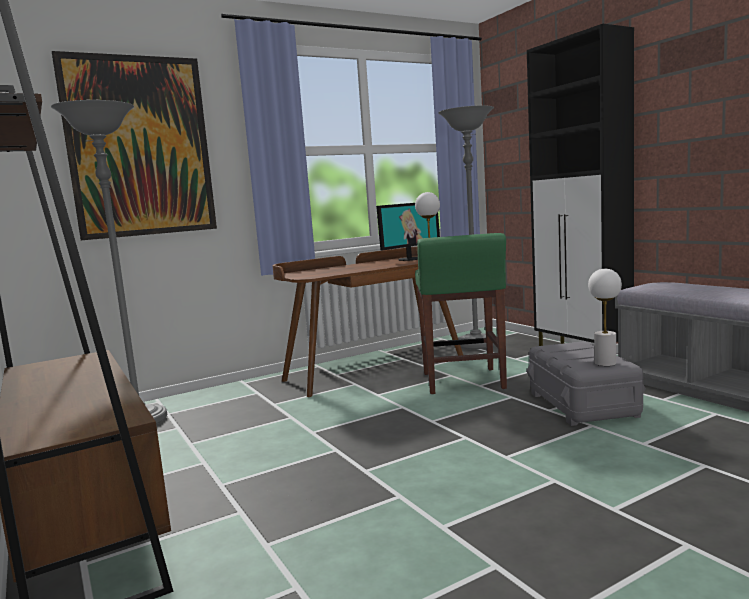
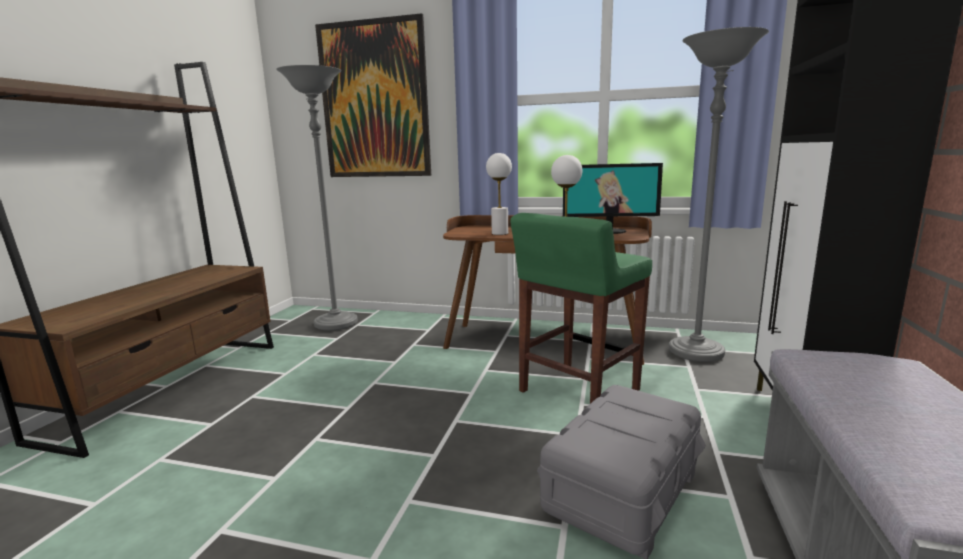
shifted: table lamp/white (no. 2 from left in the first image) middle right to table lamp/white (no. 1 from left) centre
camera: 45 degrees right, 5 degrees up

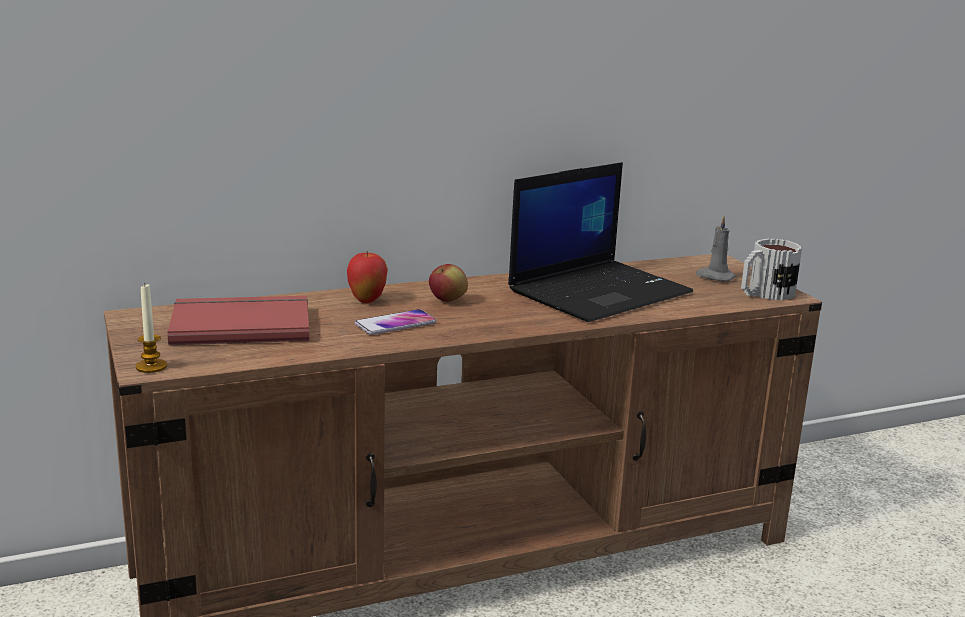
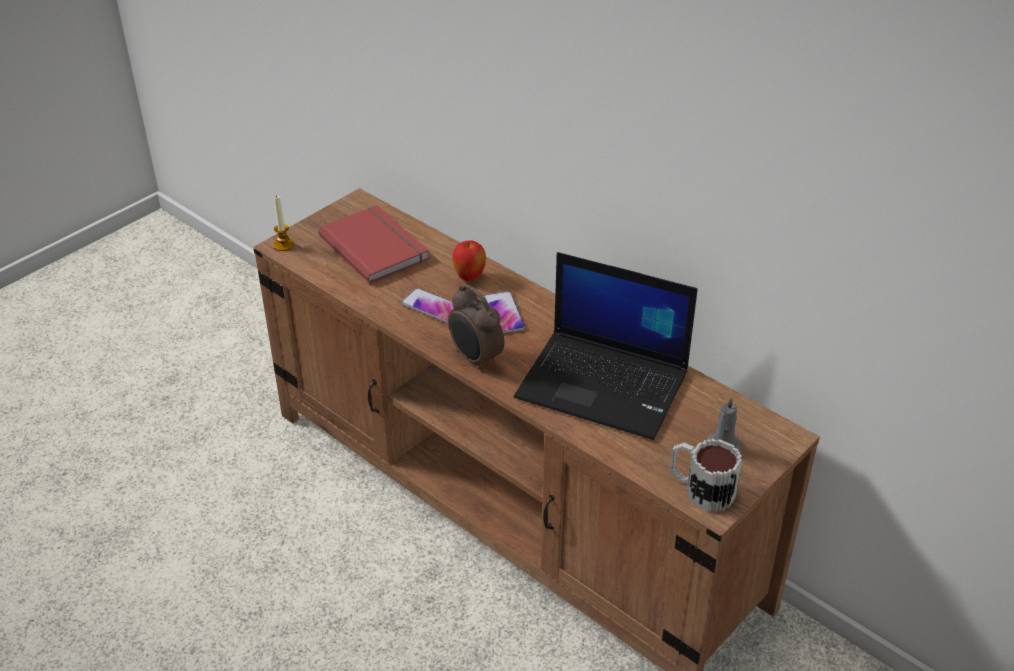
new: table clock centre
swapped: apple fruit (no. 2 from left) centre to phone (no. 2 from left) centre
camera: 65 degrees right, 20 degrees up

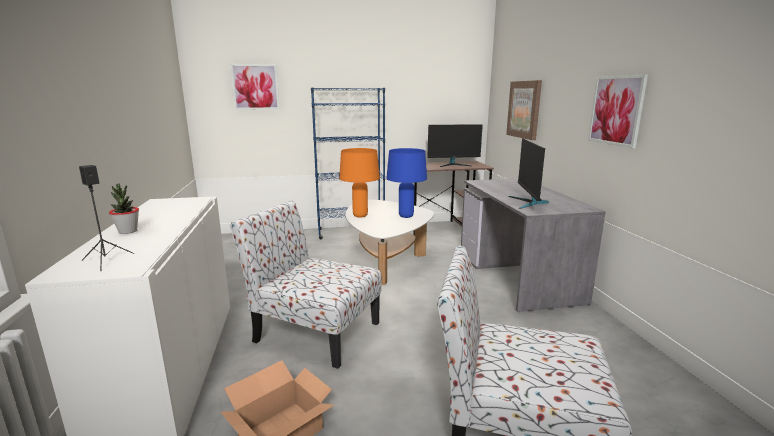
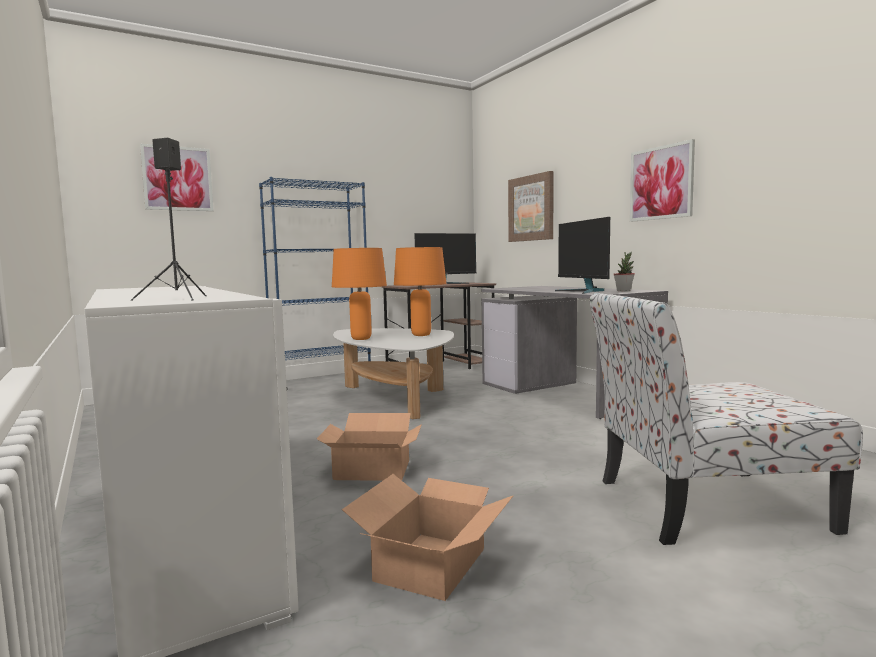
shifted: houseplant middle left to middle right
swapped: plain chair (no. 1 from left) centre to carton (no. 1 from left) bottom centre
repainted: table lamp/blue-coloured centre to table lamp/orange (no. 2 from left) centre
camera: 20 degrees left, 10 degrees down

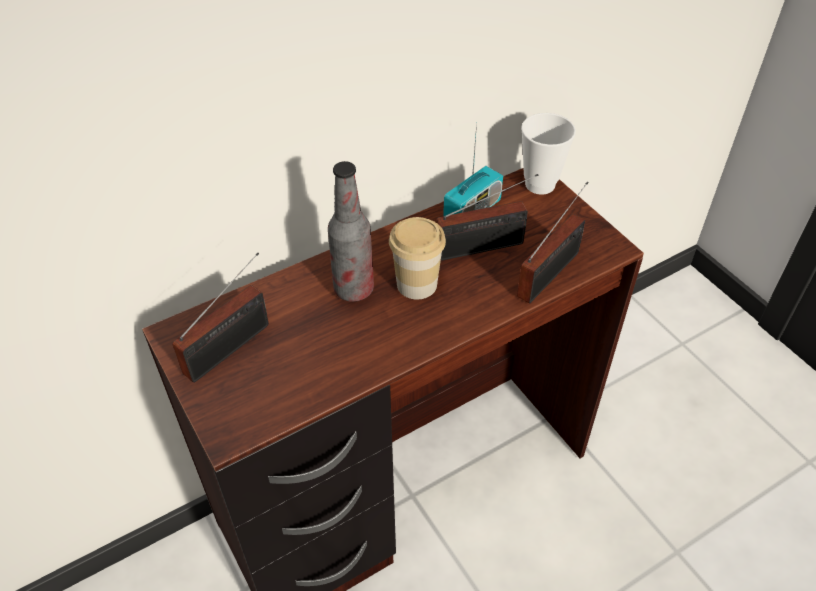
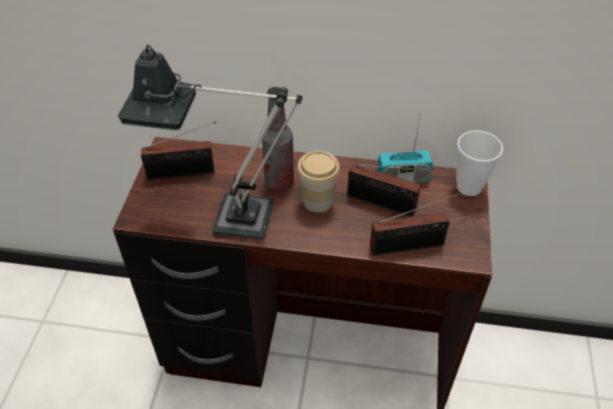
new: table lamp centre
camera: 40 degrees right, 0 degrees up

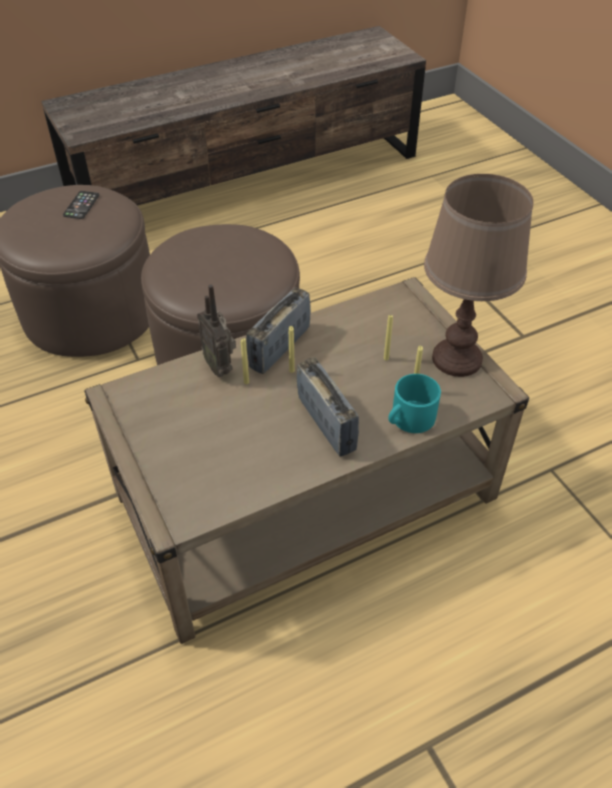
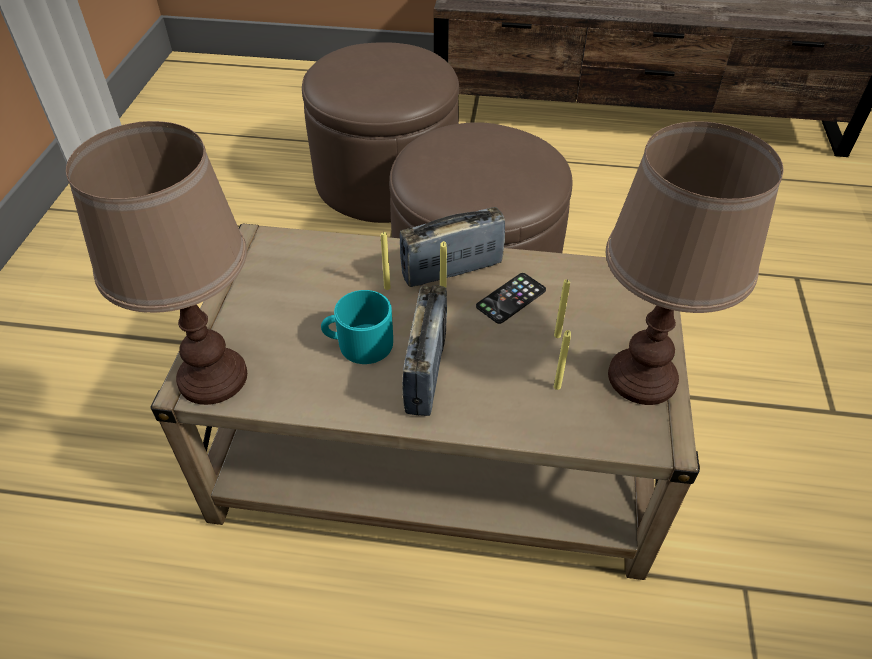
gone: radio receiver (no. 1 from left) centre
new: table lamp/brown (no. 1 from left) middle left
shifted: phone top left to centre; mug/turquoise-coloured middle right to centre
camera: 35 degrees right, 0 degrees up

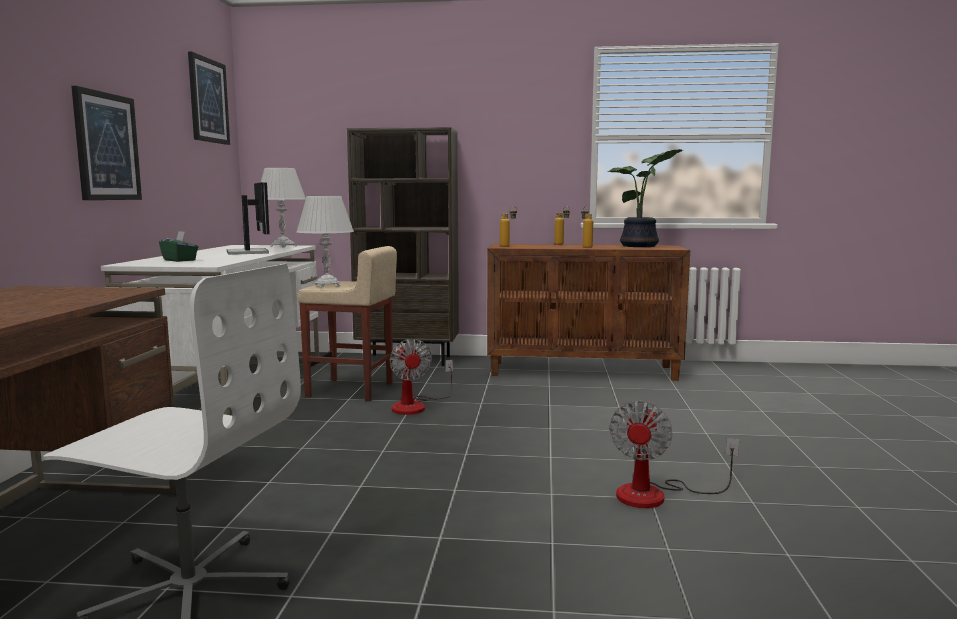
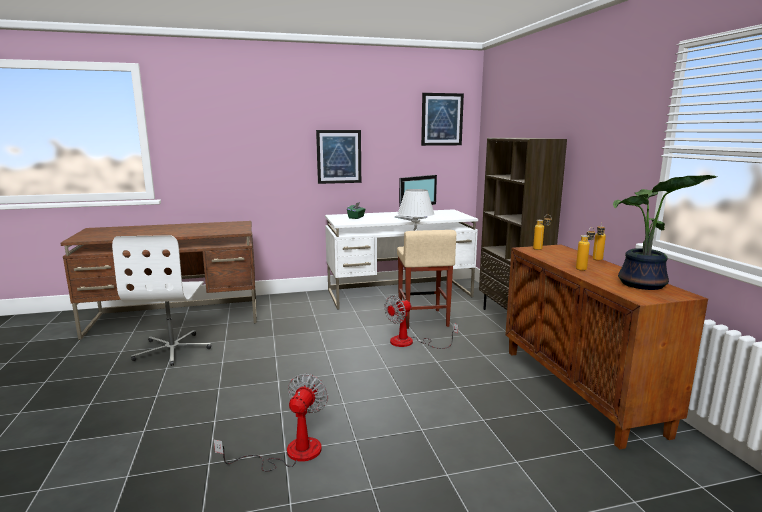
gone: table lamp/white (no. 1 from left) middle left
rotated: cooling fan (no. 2 from left in the first image) bottom right = bottom centre 105 degrees clockwise
camera: 70 degrees right, 5 degrees up

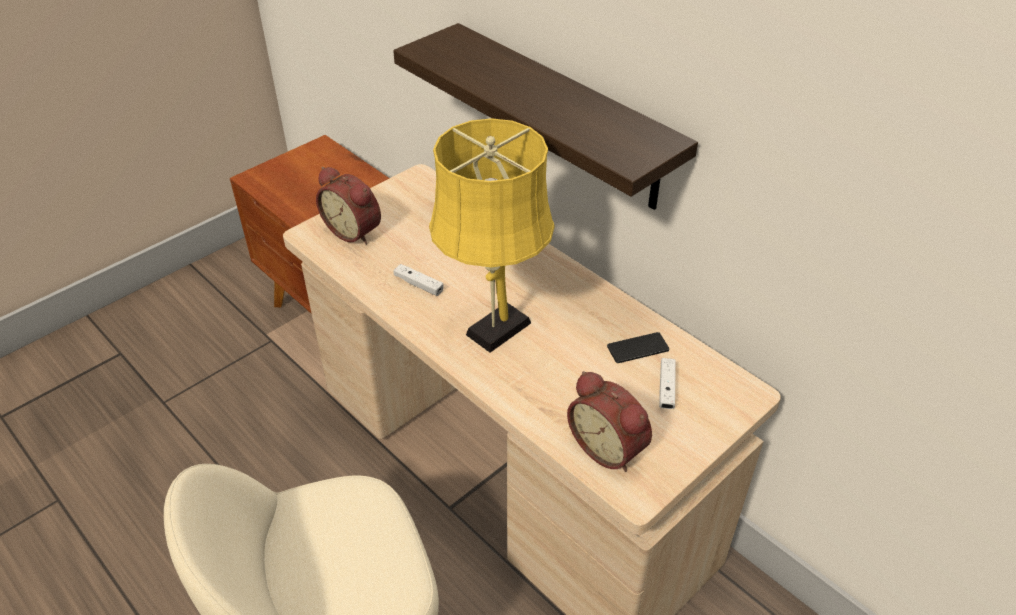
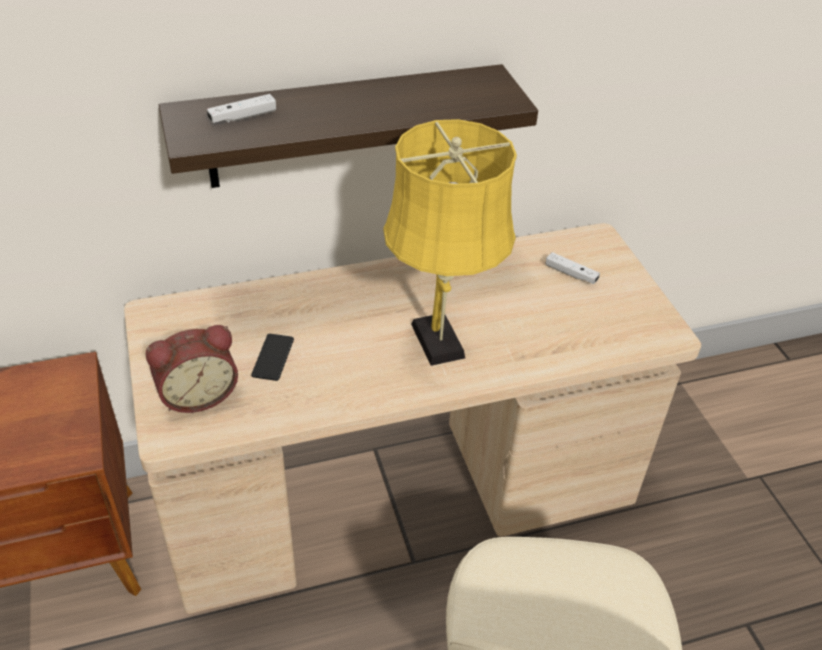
gone: table clock (no. 2 from left) bottom centre
shifted: gamepad/white (no. 1 from left) centre to top left; phone centre to middle left
camera: 65 degrees left, 0 degrees up

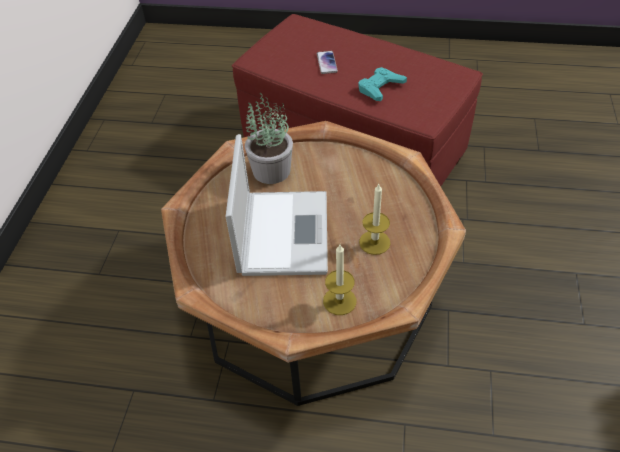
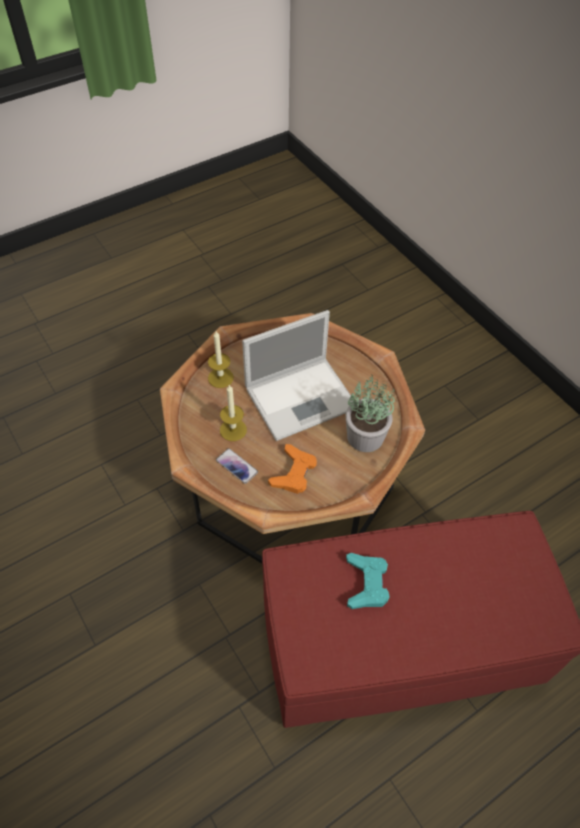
new: gamepad/orange centre
shifted: phone top centre to centre
rotated: notebook computer centre = centre 75 degrees counterclockwise
camera: 135 degrees right, 5 degrees up

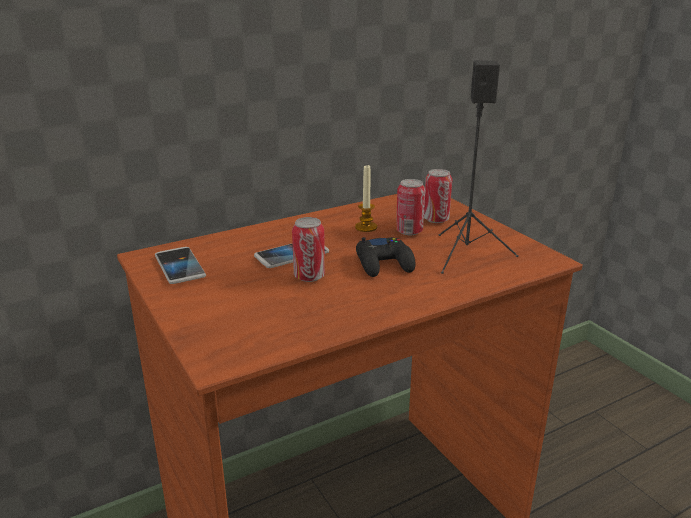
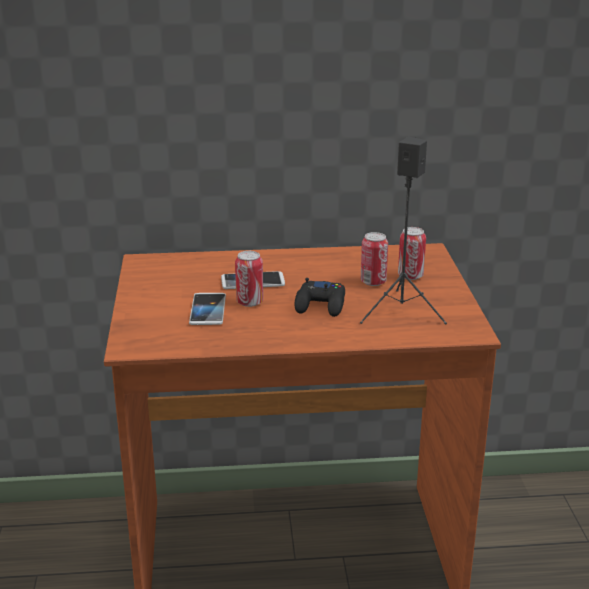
gone: wax light centre
shifted: phone (no. 1 from left) middle left to centre
camera: 25 degrees right, 0 degrees up

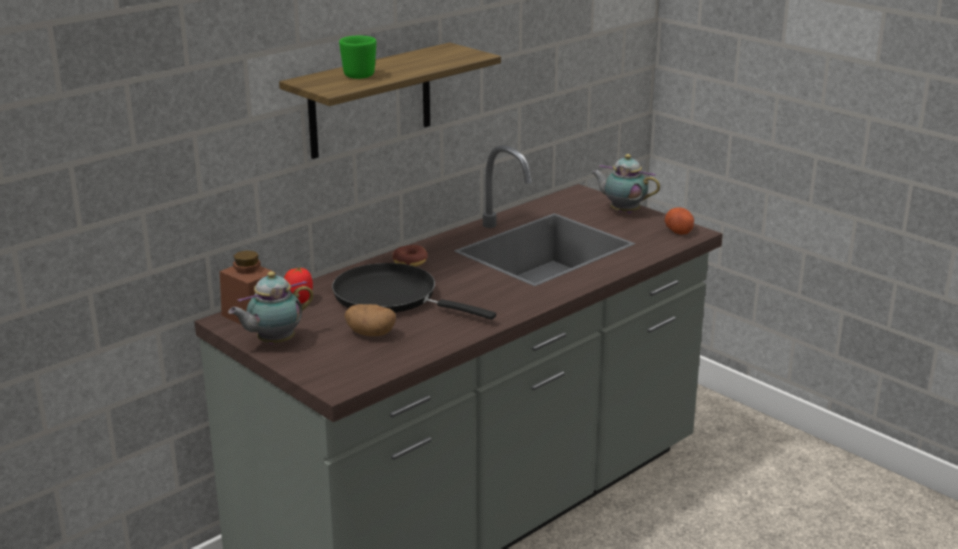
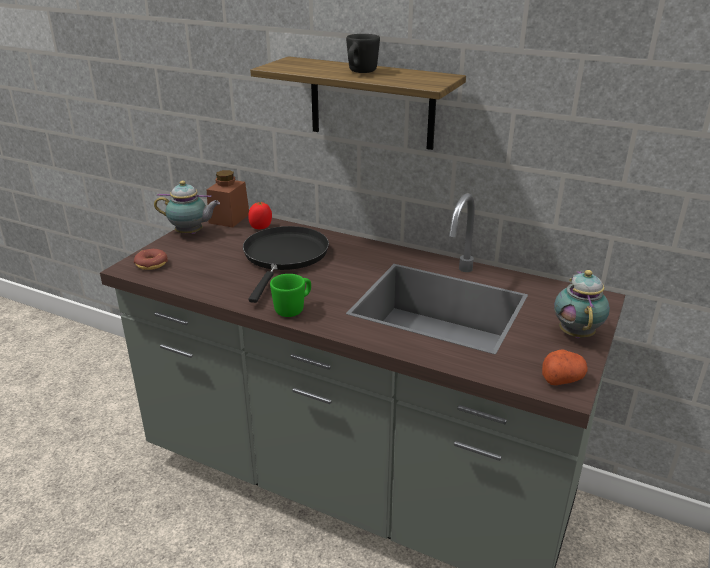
gone: potato (no. 1 from left) centre
new: mug/black top centre
shifted: mug/greenish top centre to centre; ring doughnut centre to middle left
rotated: pot for tea (no. 1 from left) middle left = middle left 150 degrees clockwise
camera: 70 degrees right, 5 degrees up

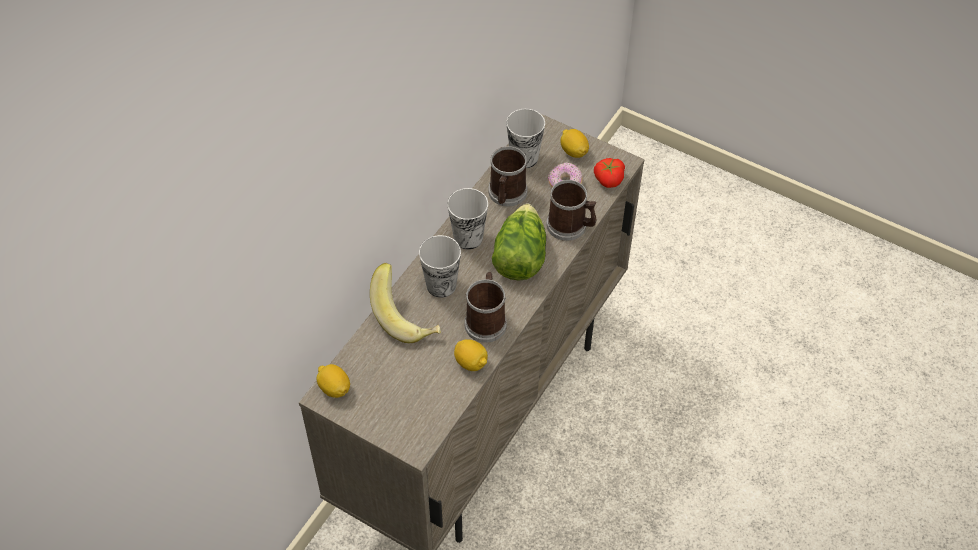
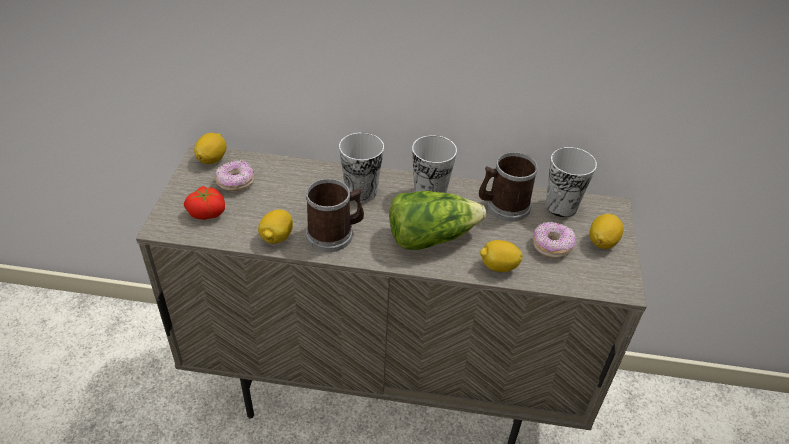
gone: banana fruit centre
new: ring doughnut (no. 1 from left) middle left
shifted: fresh tomato top centre to middle left
swapped: mug (no. 3 from left) centre to lemon (no. 3 from left) centre
camera: 65 degrees right, 10 degrees down

